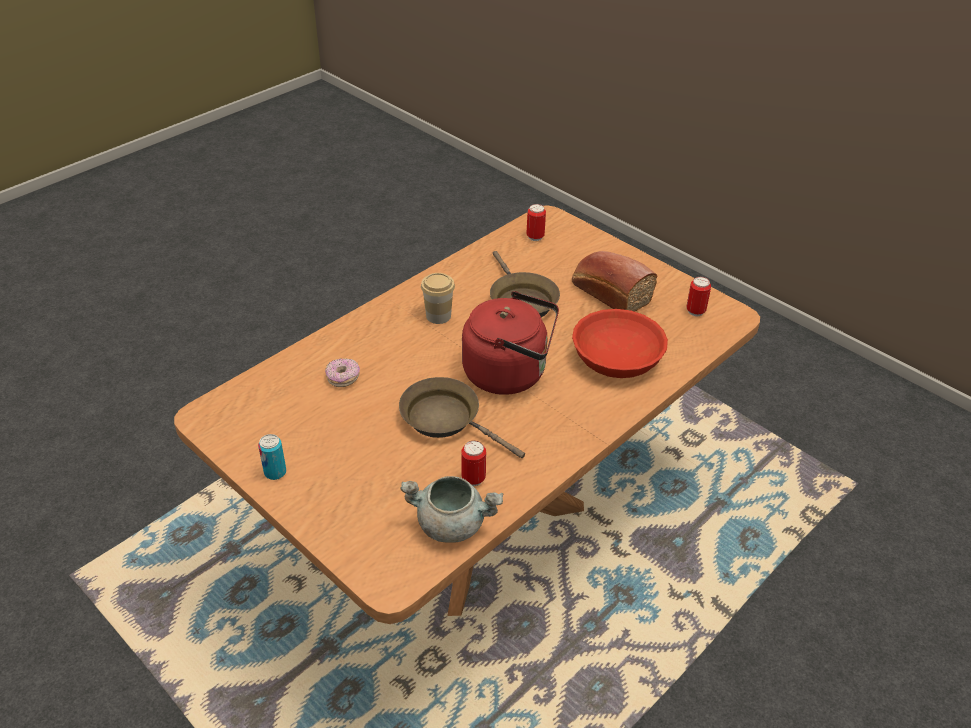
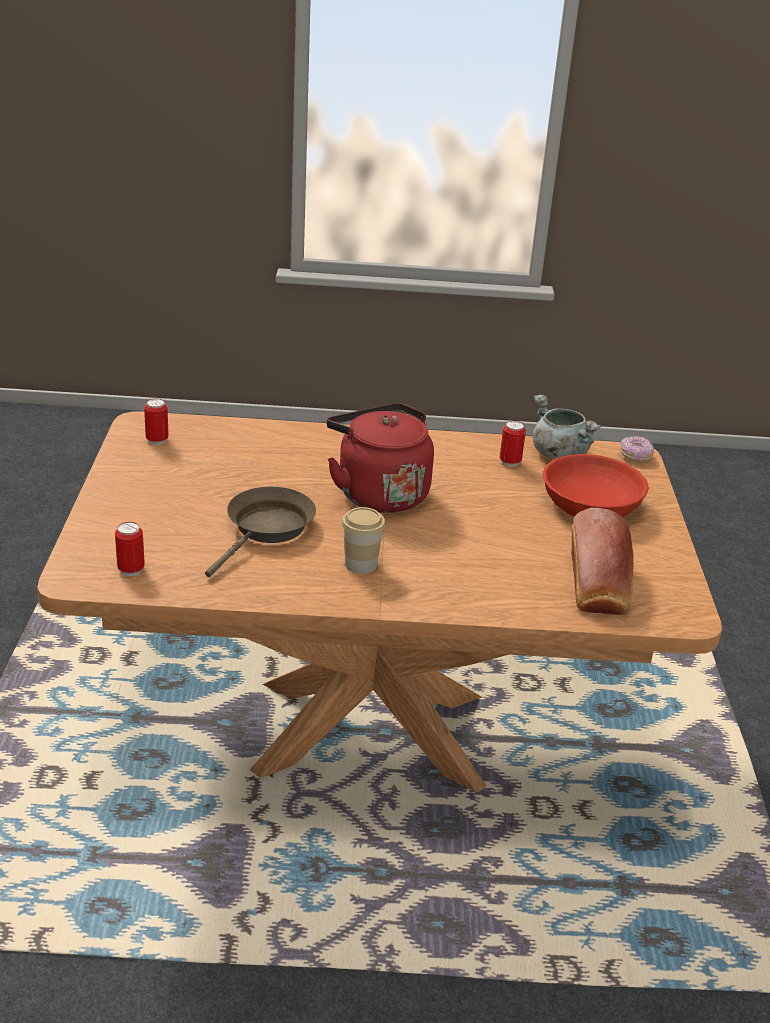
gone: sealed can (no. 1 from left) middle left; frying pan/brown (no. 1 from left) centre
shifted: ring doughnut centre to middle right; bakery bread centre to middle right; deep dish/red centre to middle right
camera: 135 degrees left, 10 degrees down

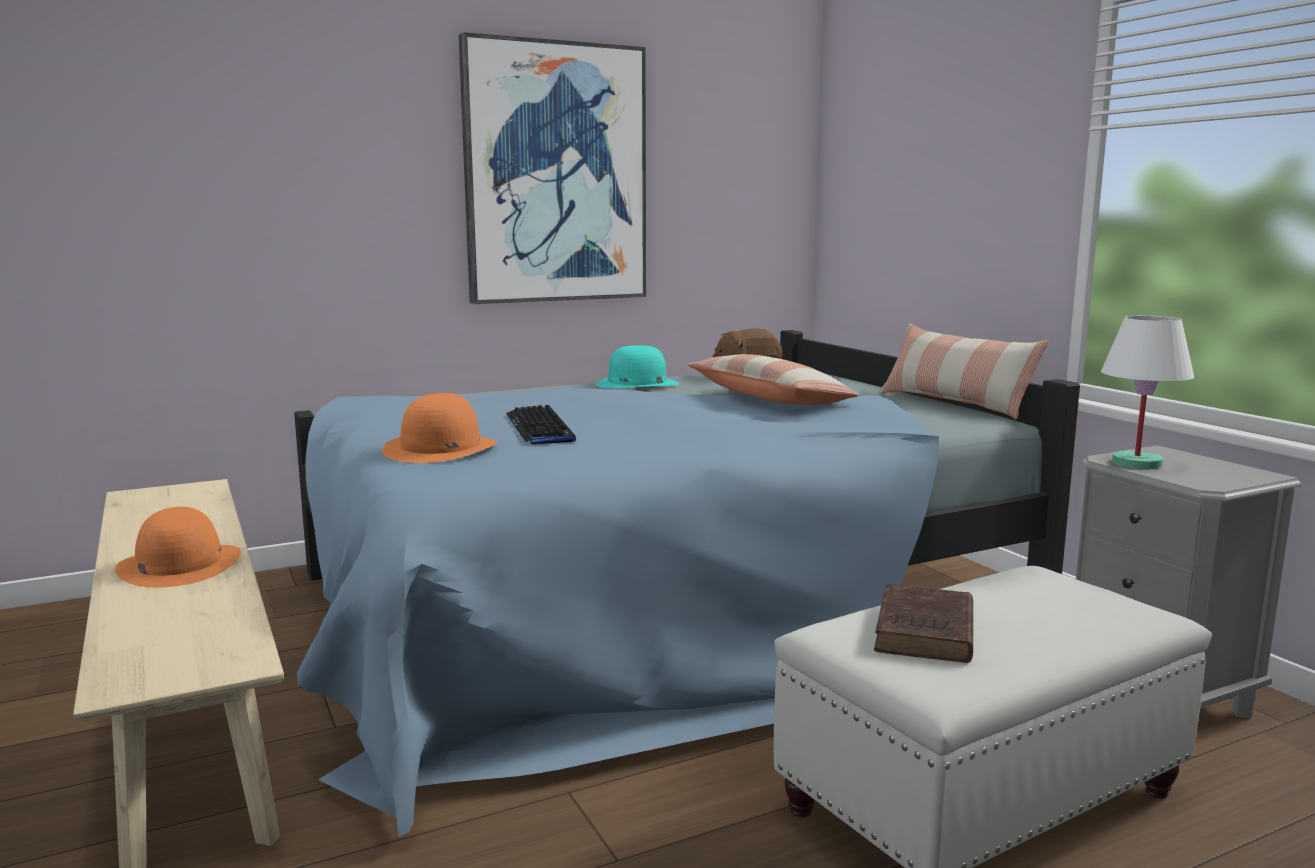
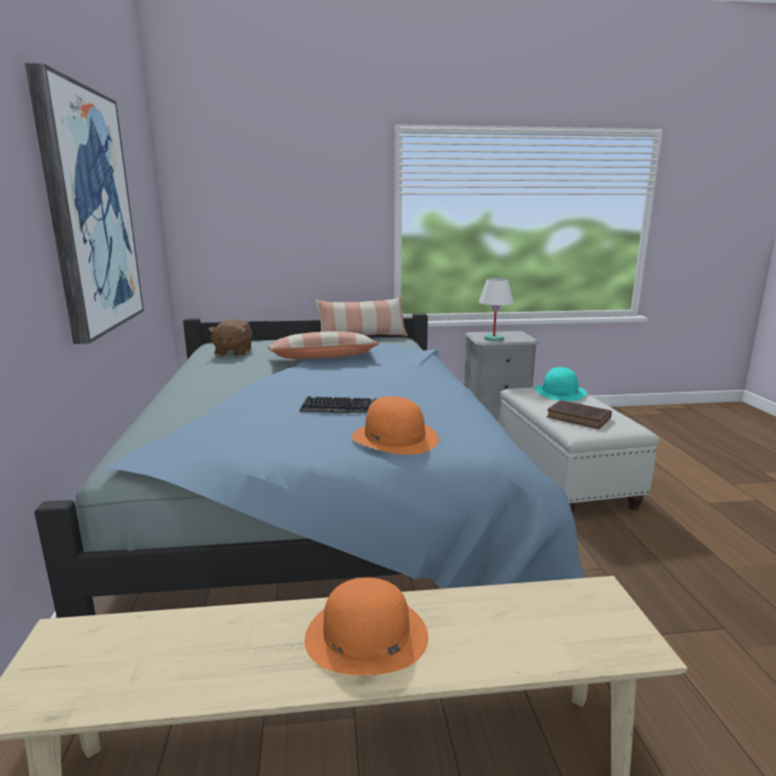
shifted: hat/turquoise-coloured centre to middle right
camera: 70 degrees left, 5 degrees up

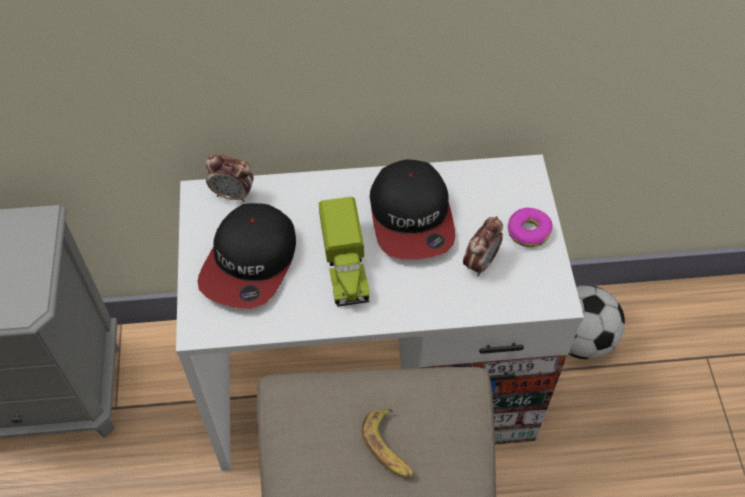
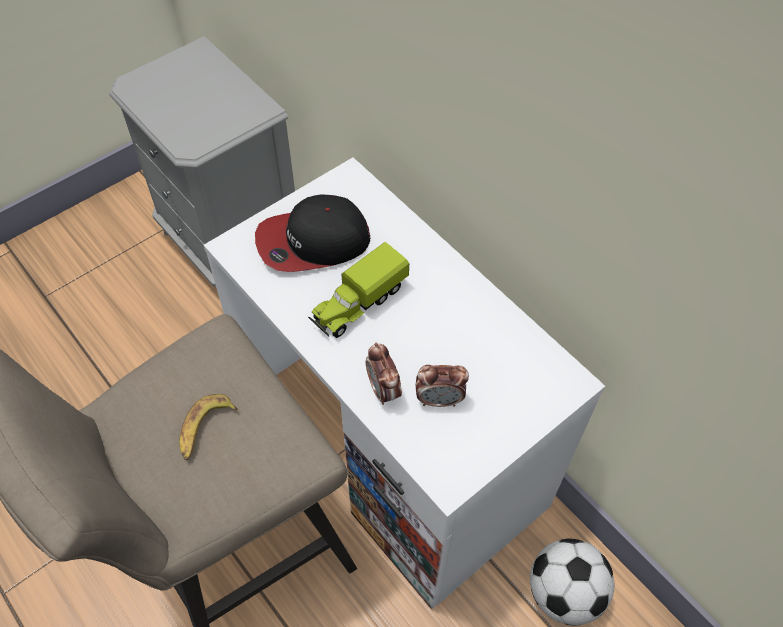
gone: baseball cap (no. 2 from left) centre; ring doughnut middle right
shifted: table clock (no. 1 from left) middle left to centre
camera: 55 degrees right, 0 degrees up

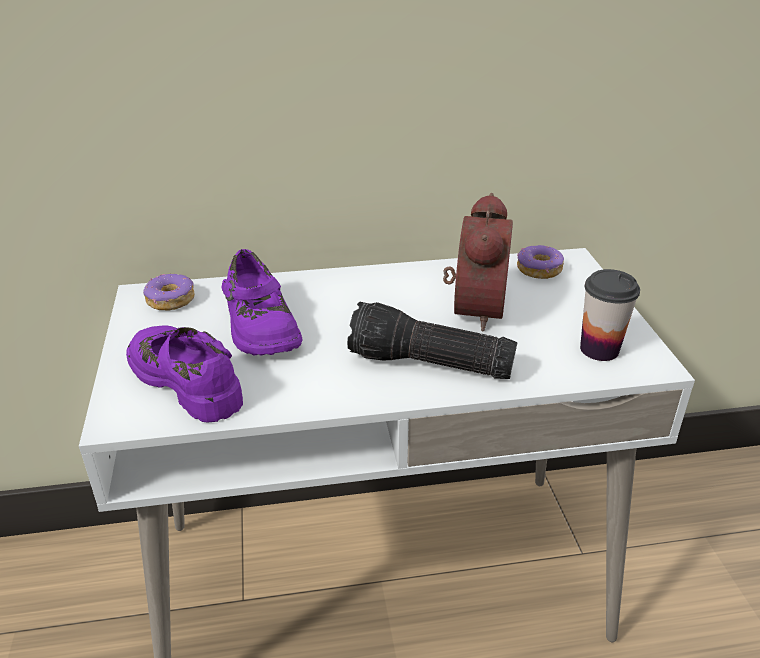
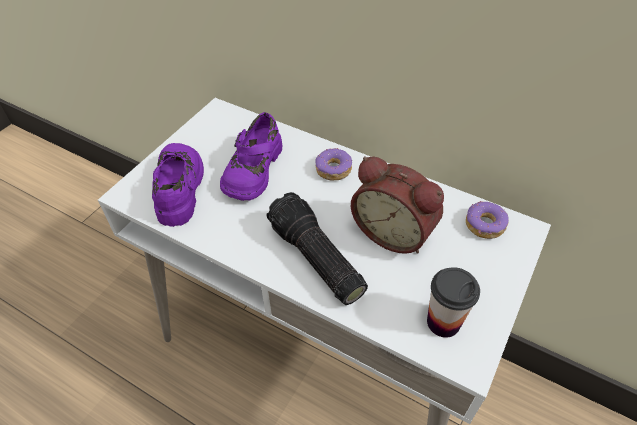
shifted: ring doughnut (no. 1 from left) middle left to centre
rotated: table clock centre = centre 75 degrees clockwise
camera: 40 degrees right, 15 degrees up

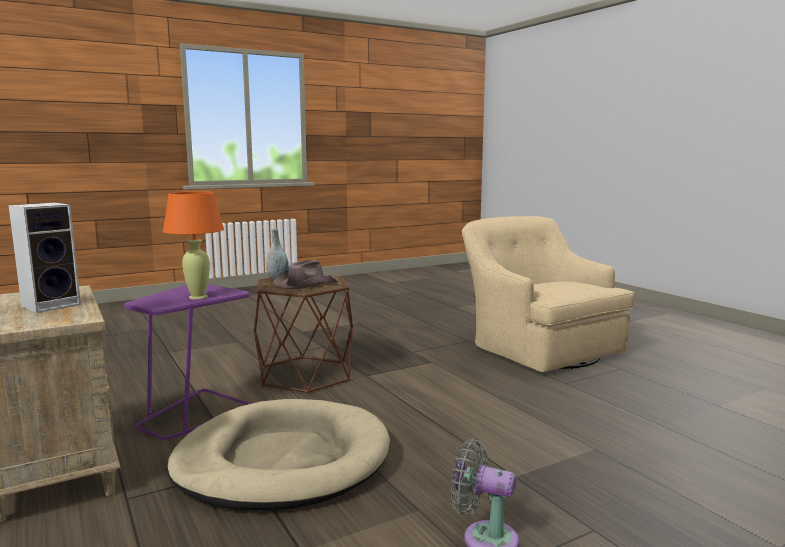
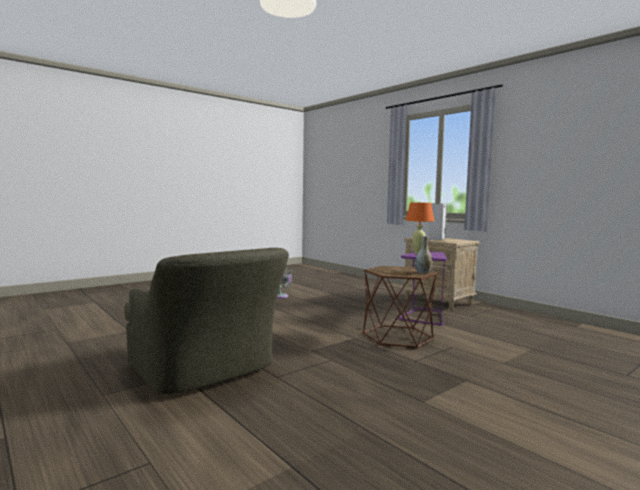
gone: dog cushion/beige-coloured bottom centre; hat/brown centre
repainted: lounge chair/beige-coloured middle right to lounge chair/greenish middle left
camera: 170 degrees right, 5 degrees down

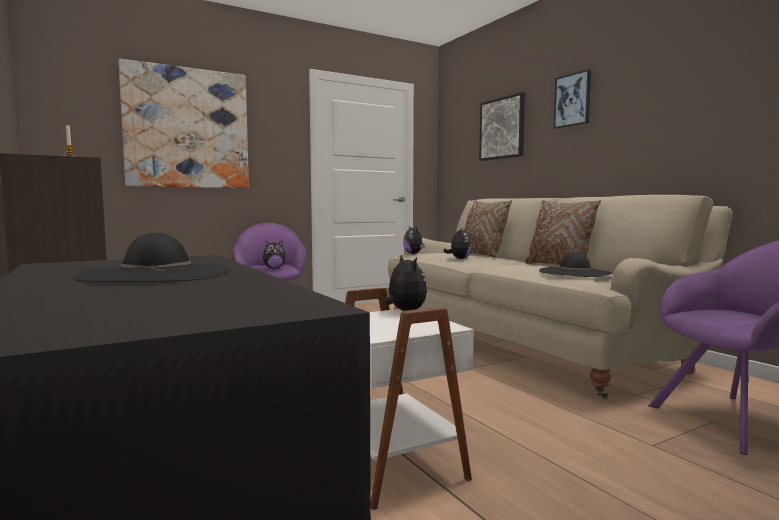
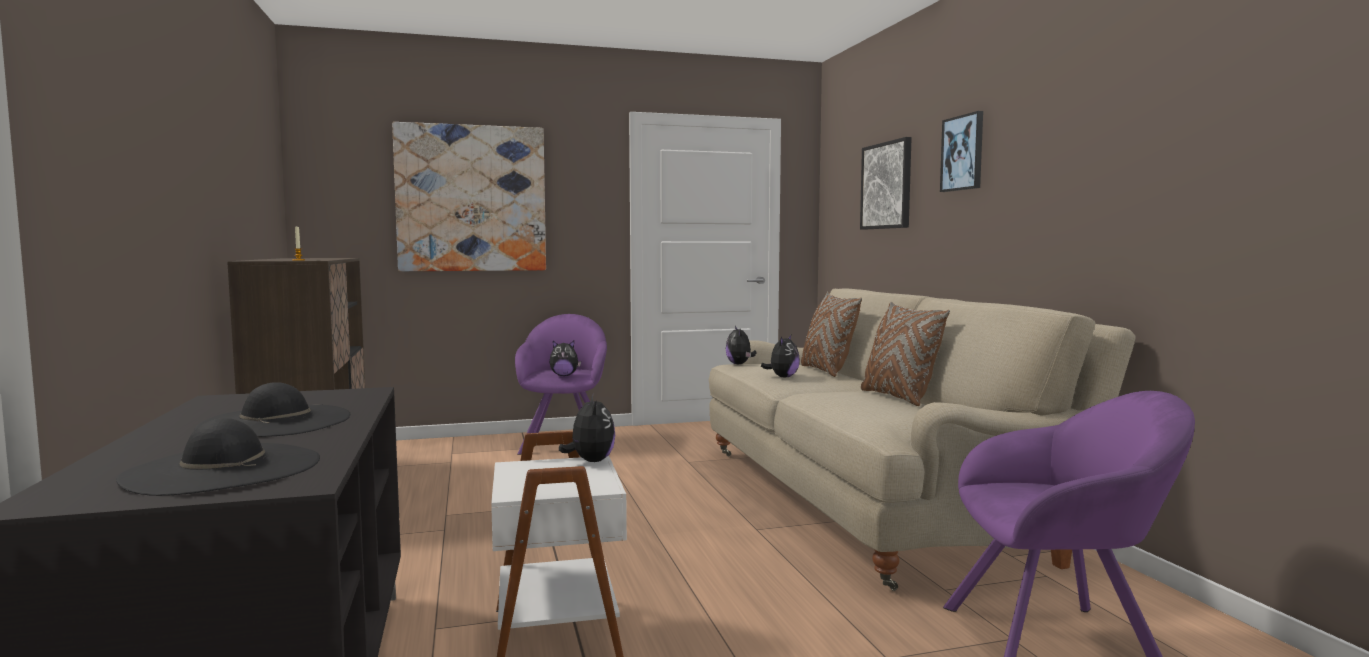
shifted: hat/black (no. 2 from left in the first image) middle right to hat/black (no. 1 from left) bottom left
camera: 15 degrees right, 0 degrees up

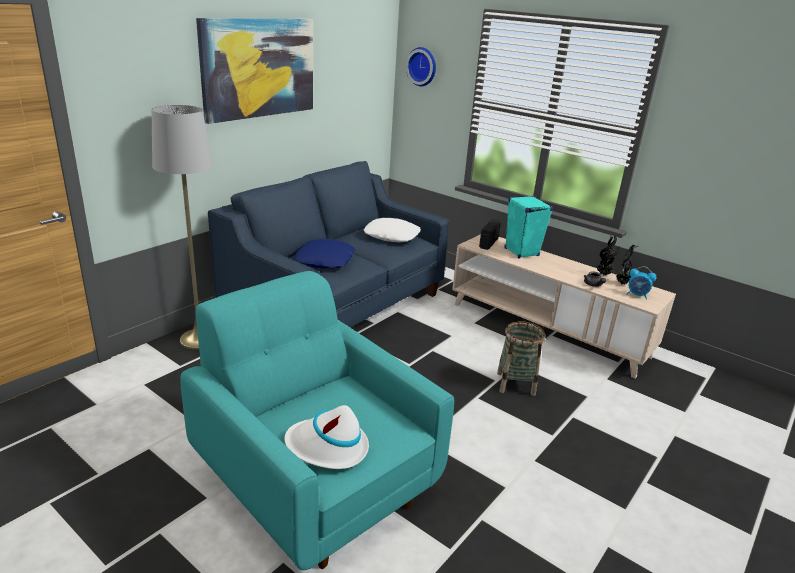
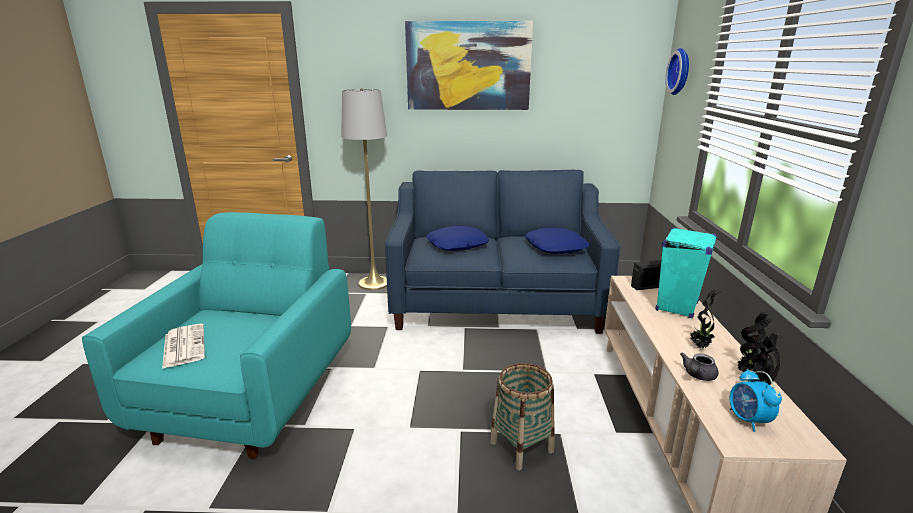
new: houseplant (no. 1 from left) middle right
swapped: hat/white bottom centre to newspaper bottom left
repainted: cushion/white centre to cushion/blue-coloured (no. 2 from left) centre
camera: 55 degrees right, 5 degrees down

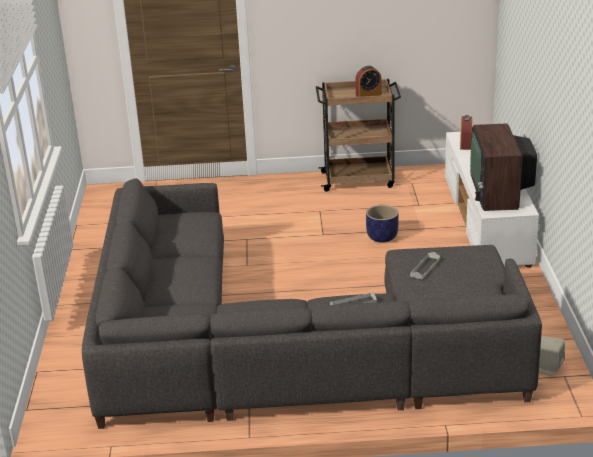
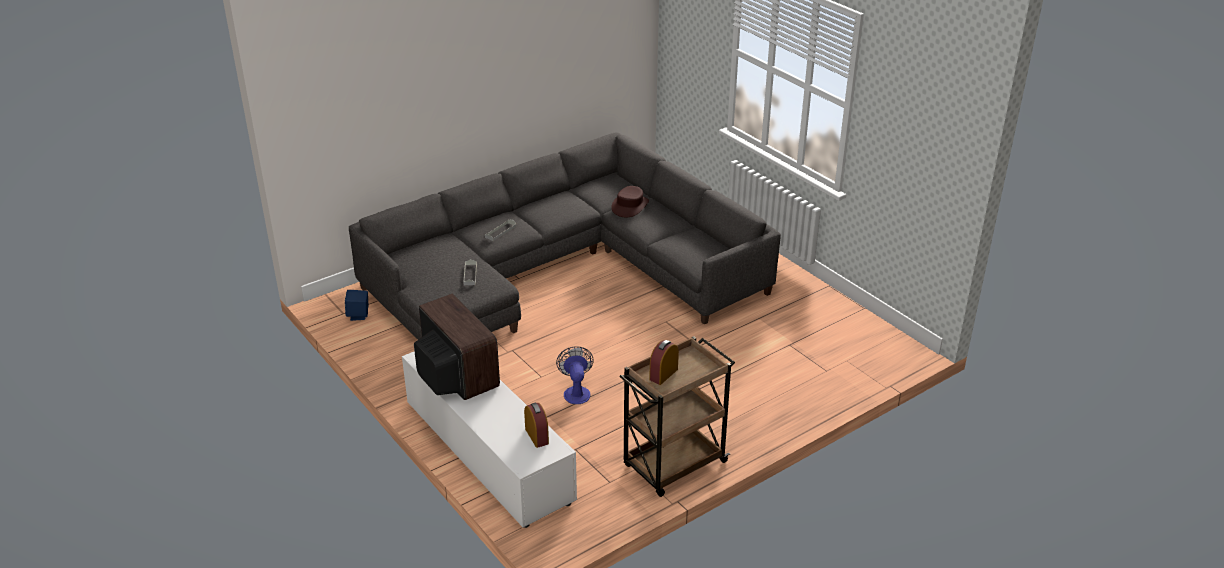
new: hat/brown centre
swapped: planter centre to cooling fan centre
repainted: speaker/beige-coloured bottom right to speaker/blue-coloured middle left
camera: 145 degrees right, 5 degrees up

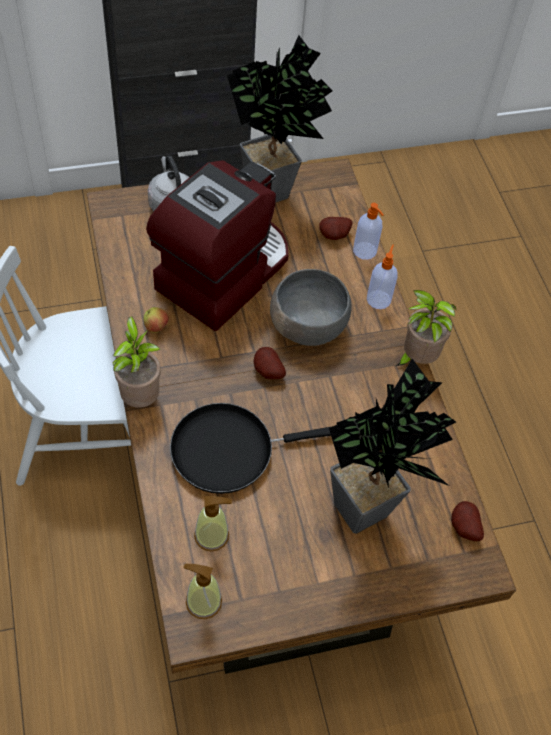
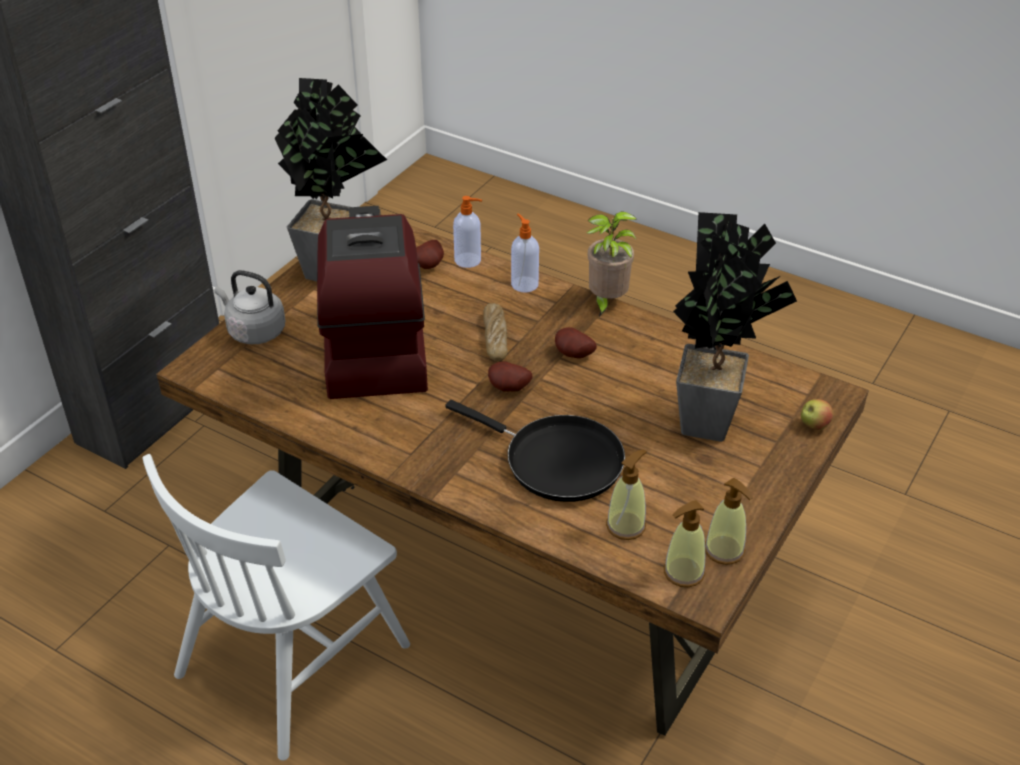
gone: houseplant (no. 1 from left) middle left
new: soap bottle (no. 5 from left) bottom right
shifted: apple fruit middle left to middle right; potato (no. 3 from left) bottom right to centre
swapped: deep dish/gray centre to bakery bread centre
rotated: frying pan/black centre = centre 90 degrees counterclockwise
camera: 40 degrees left, 15 degrees down

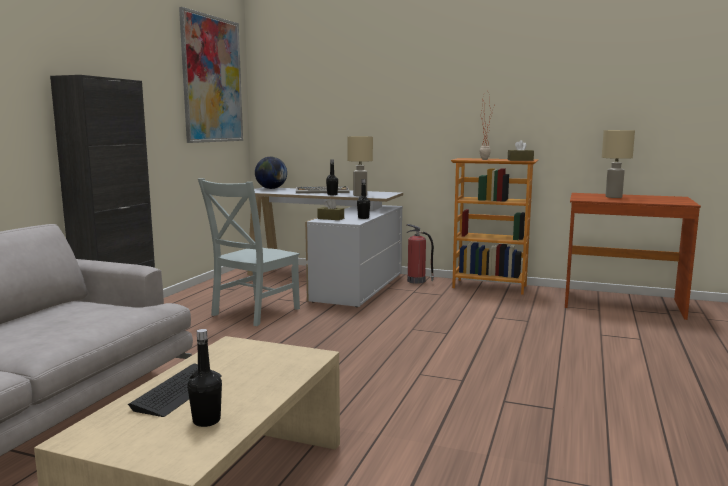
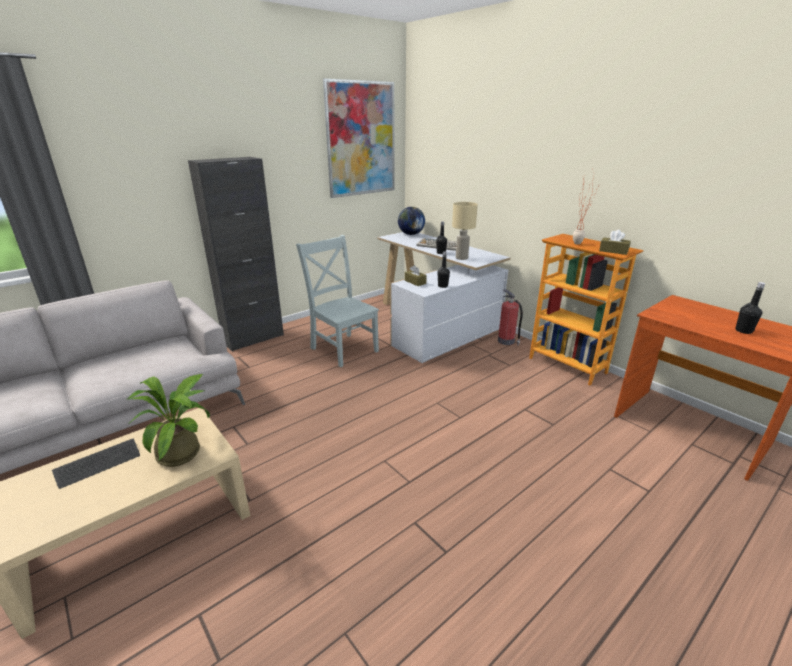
gone: table lamp/beige-coloured (no. 2 from left) middle right
new: houseplant (no. 1 from left) middle left
shifted: bottle/black (no. 1 from left in the first image) bottom left to bottle/black (no. 3 from left) middle right
rotated: plain chair/gray centre = centre 75 degrees clockwise
camera: 30 degrees right, 15 degrees up

